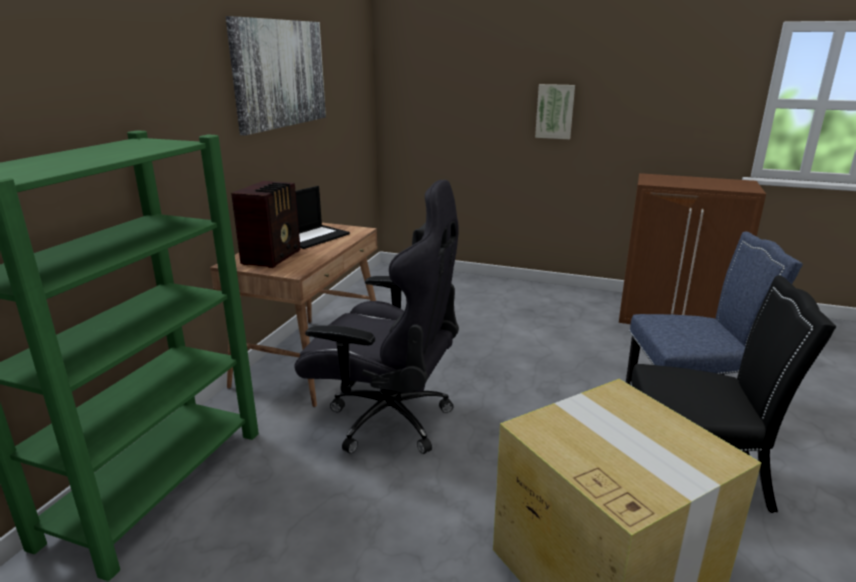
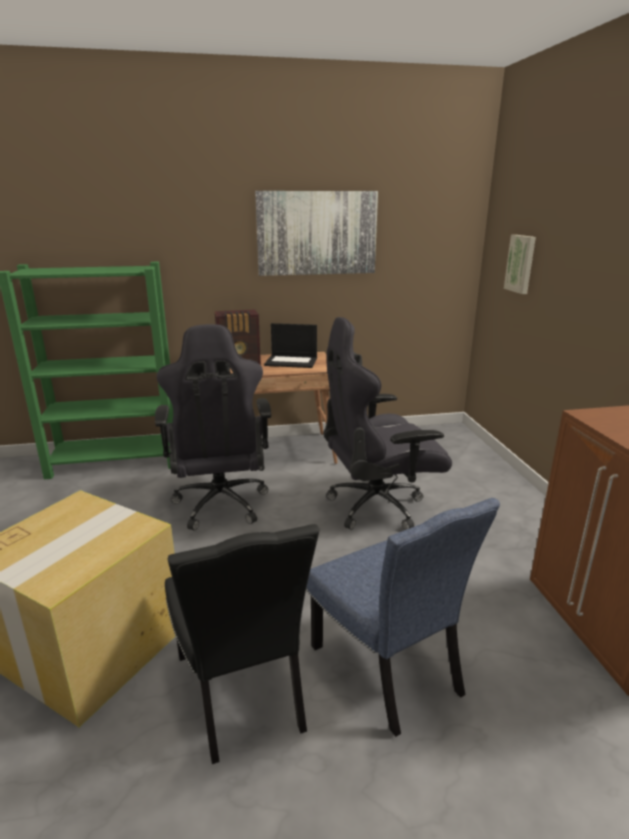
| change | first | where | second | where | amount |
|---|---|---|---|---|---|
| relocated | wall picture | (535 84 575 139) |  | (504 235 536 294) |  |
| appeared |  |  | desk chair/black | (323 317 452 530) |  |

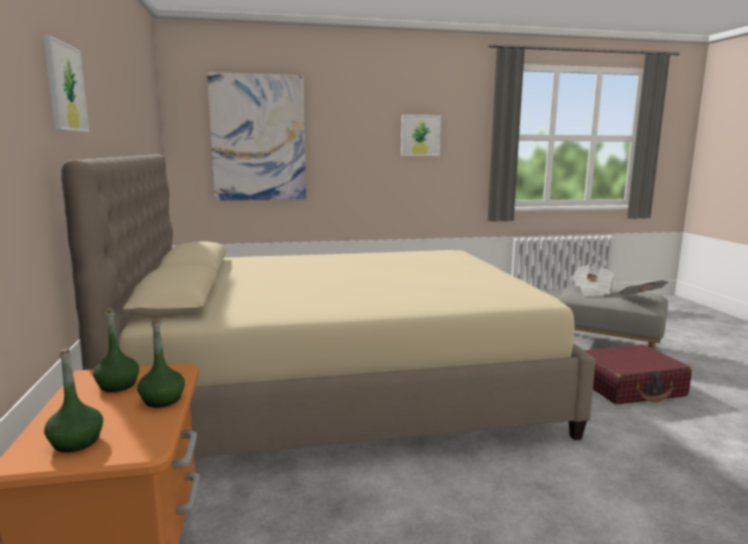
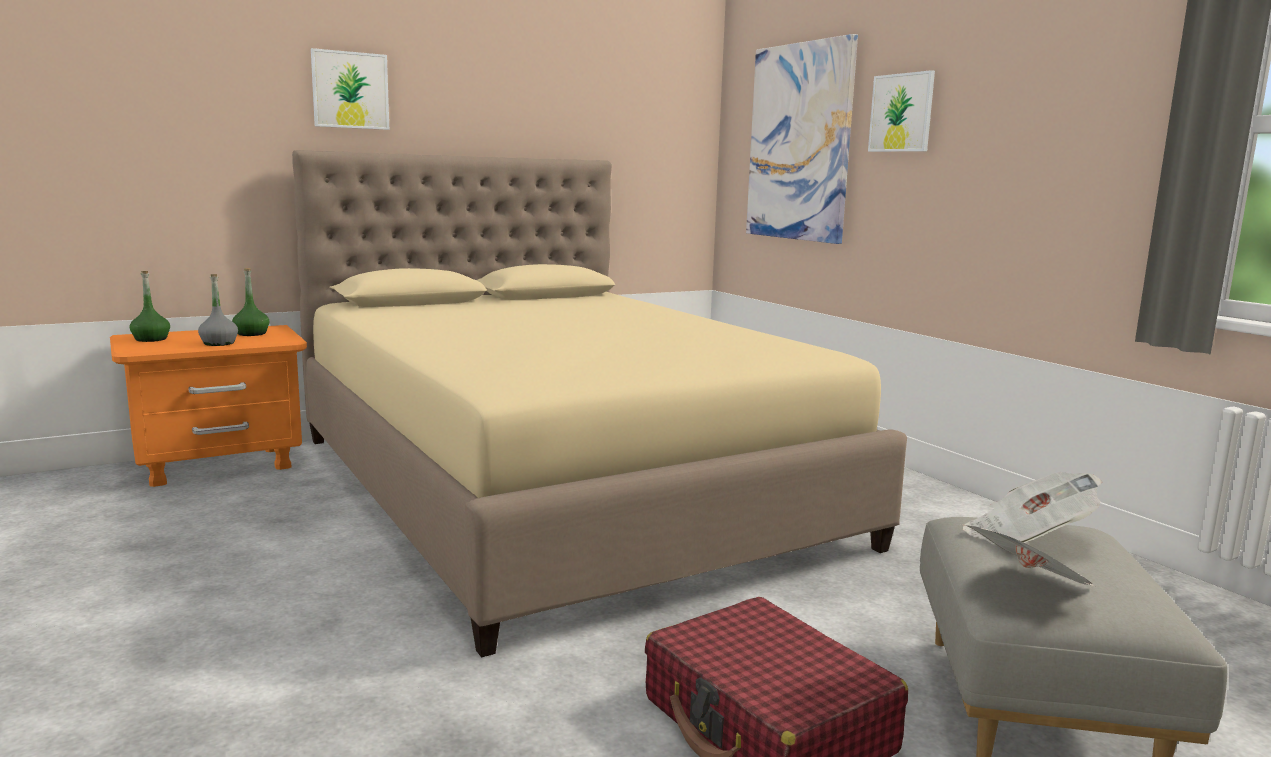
| change | first | where | second | where | amount |
|---|---|---|---|---|---|
| relocated | wall picture | (401 114 441 156) |  | (868 70 935 152) |  |
| colour | beverage bottle/green | (137 319 185 408) | beverage bottle/grey | (198 274 238 346) |  |

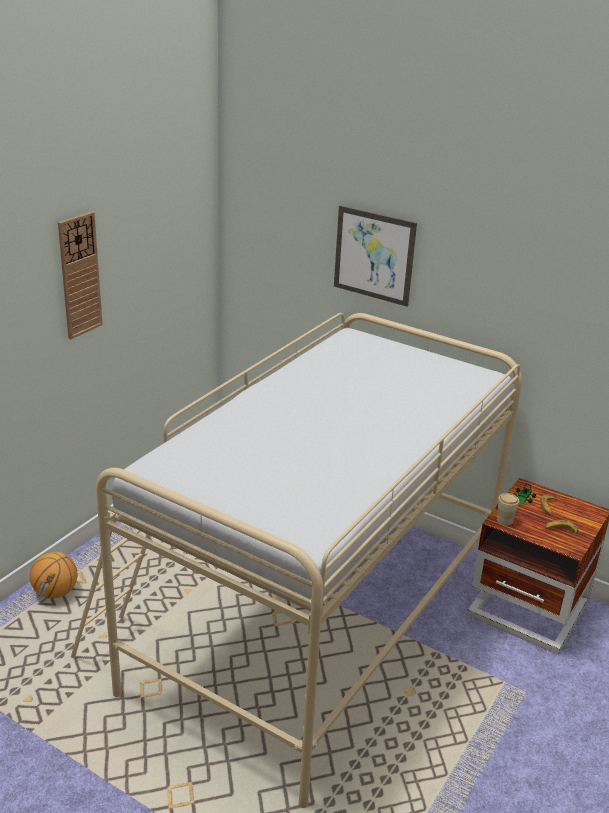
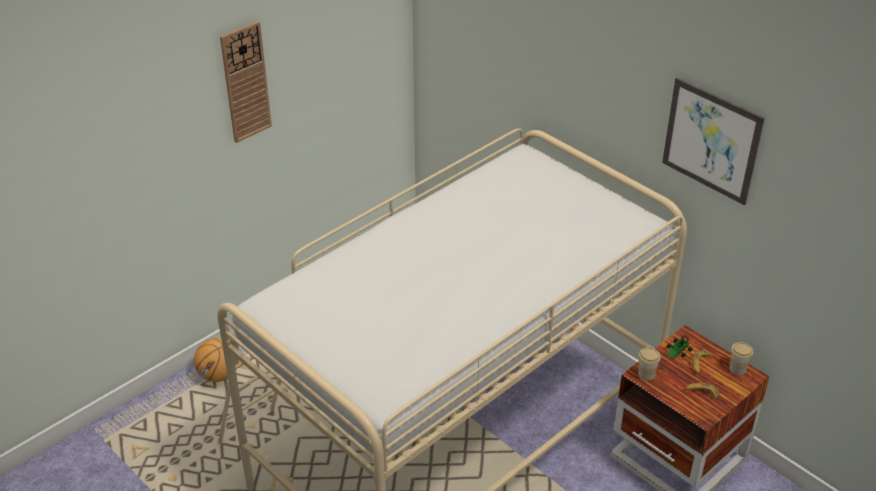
| change | first | where | second | where | amount |
|---|---|---|---|---|---|
| relocated | wall picture | (334 205 417 306) |  | (662 78 765 205) |  |
| appeared |  |  | small cup | (730 342 753 375) |  |

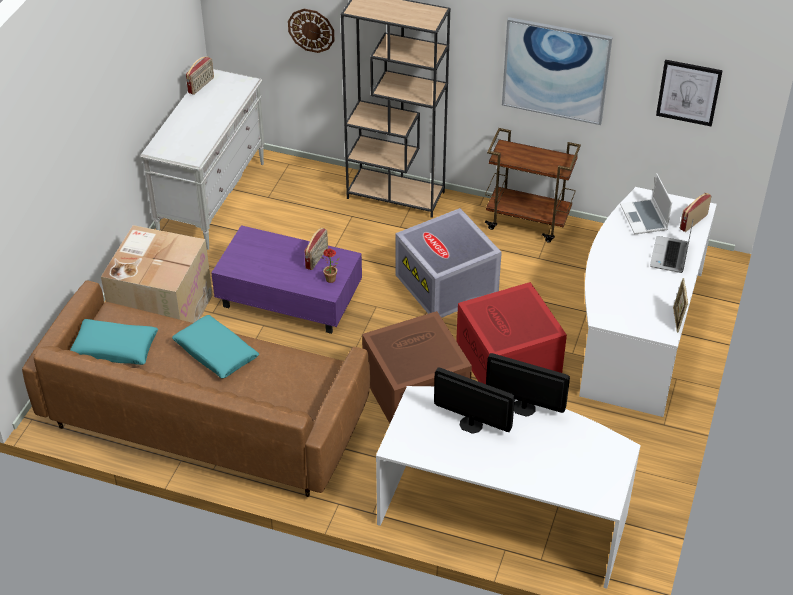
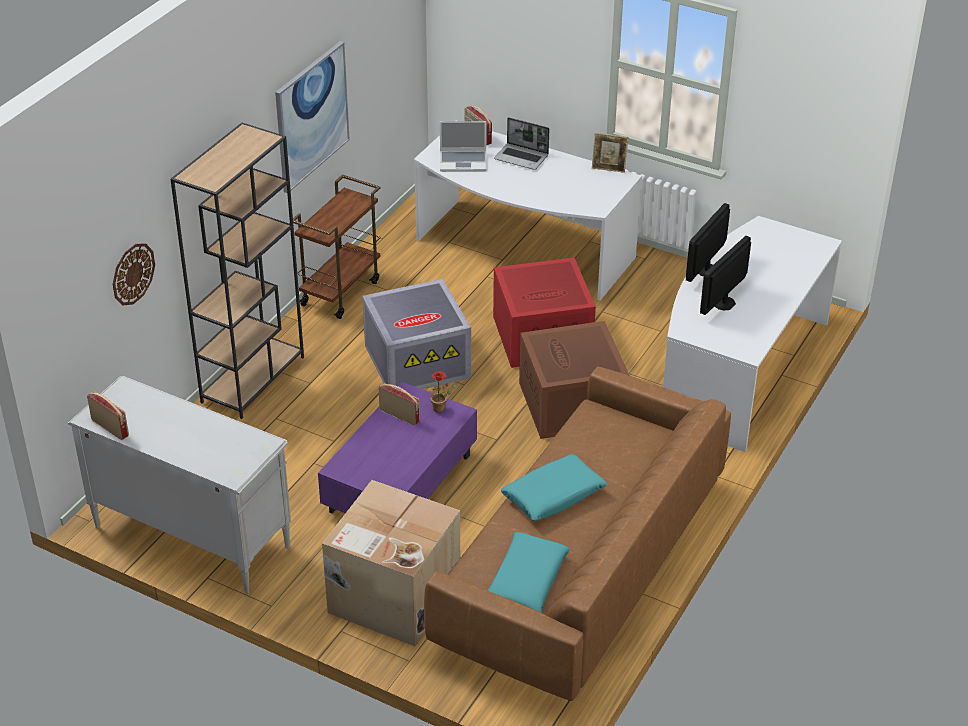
| change | first | where | second | where | amount |
|---|---|---|---|---|---|
| missing | wall picture | (656 60 723 127) |  |  |  |

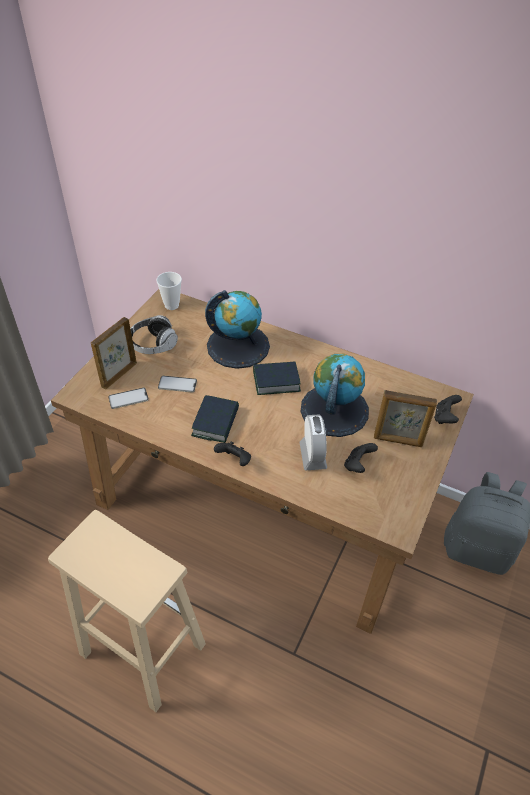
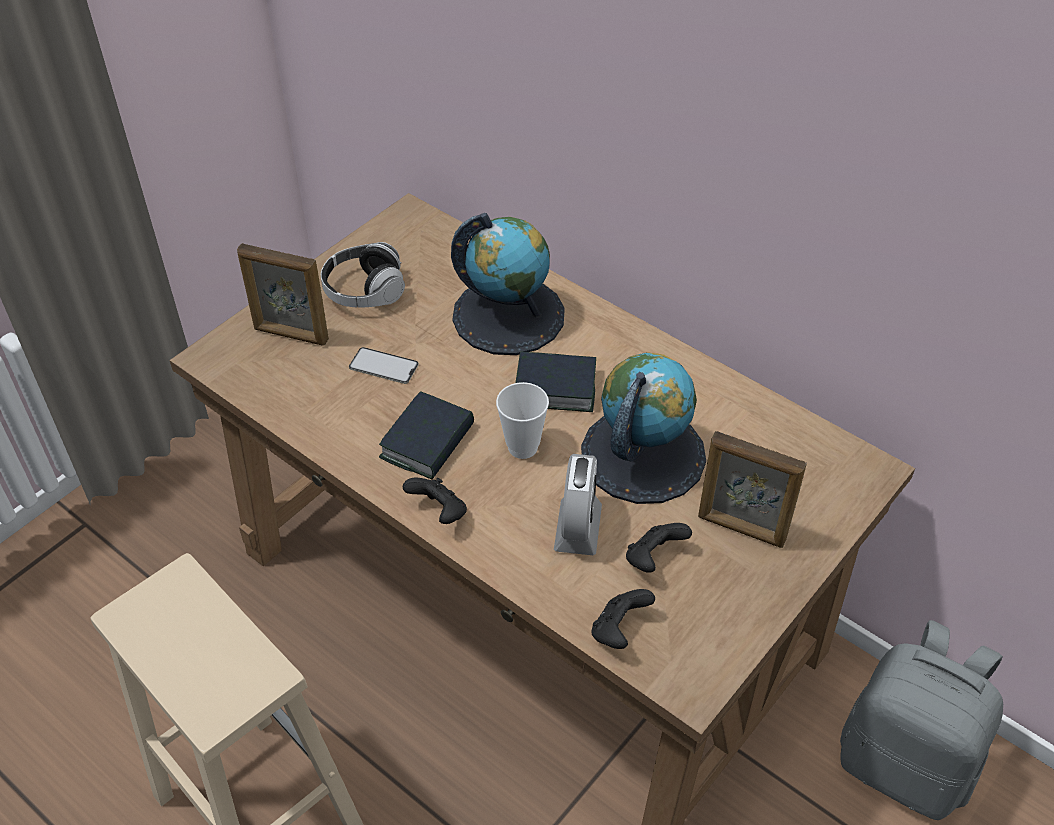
| change | first | where | second | where | amount |
|---|---|---|---|---|---|
| relocated | small cup | (156 272 182 310) |  | (496 382 549 459) |  |
| spun | picture frame | (91 317 137 390) |  | (237 243 329 346) | 120 degrees counterclockwise |
| missing | phone | (108 388 149 409) |  |  |  |
| relocated | gamepad/black | (434 395 462 424) |  | (591 589 655 649) |  |

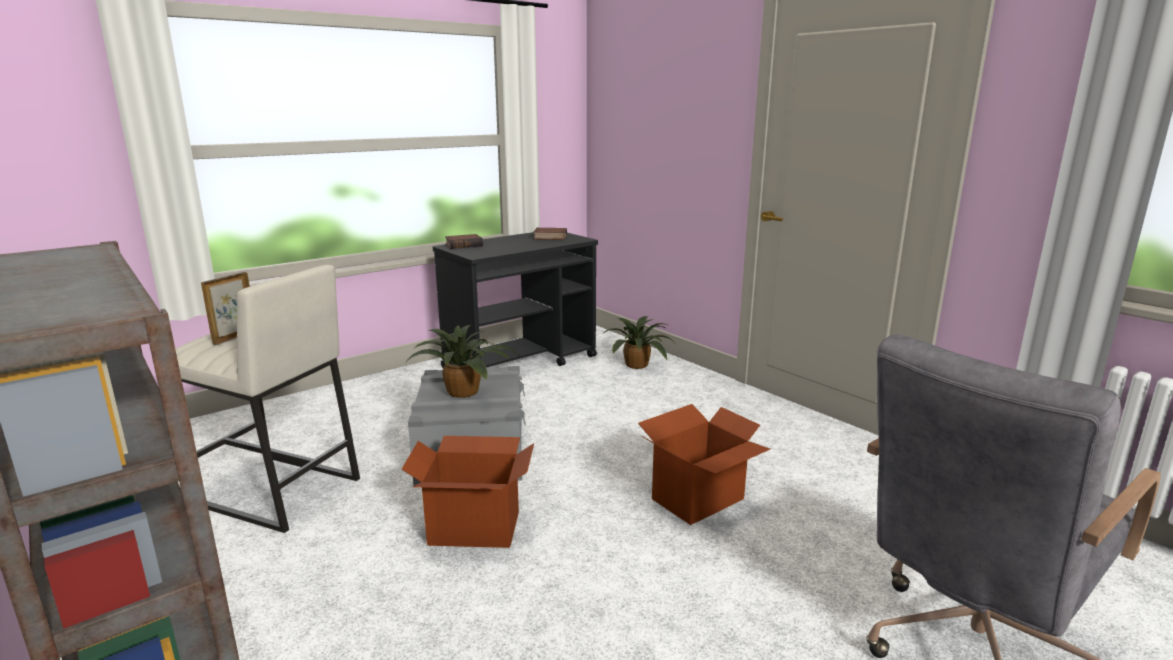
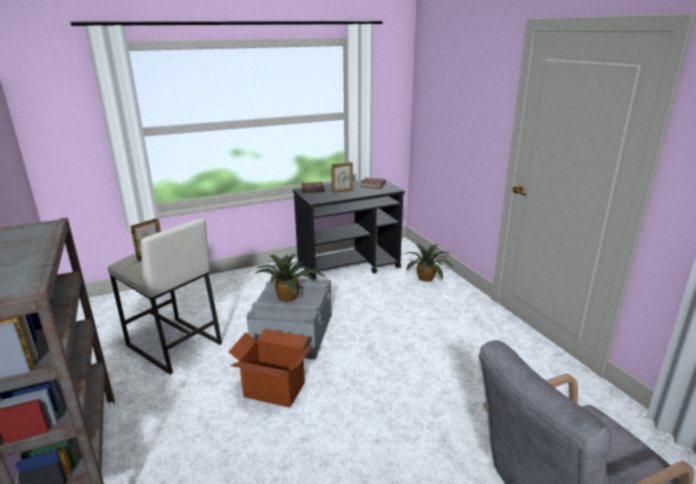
| change | first | where | second | where | amount |
|---|---|---|---|---|---|
| missing | packing box | (638 404 770 525) |  |  |  |
| appeared |  |  | picture frame | (331 162 353 192) |  |

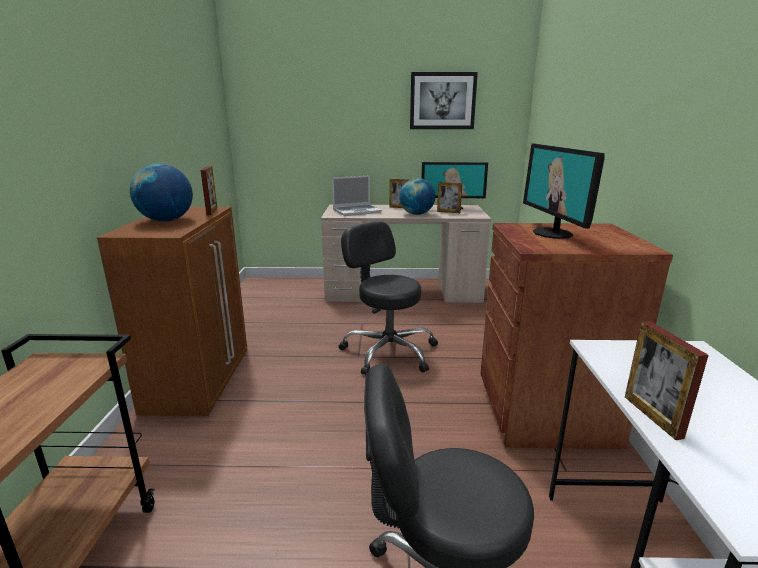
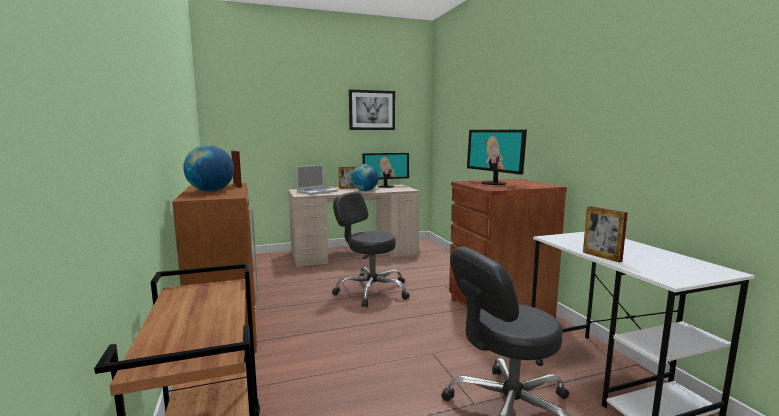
| change | first | where | second | where | amount |
|---|---|---|---|---|---|
| missing | picture frame | (437 182 462 213) |  |  |  |

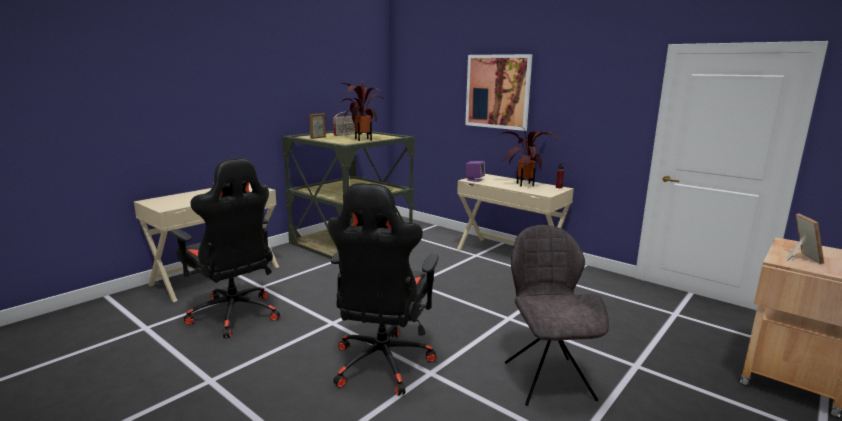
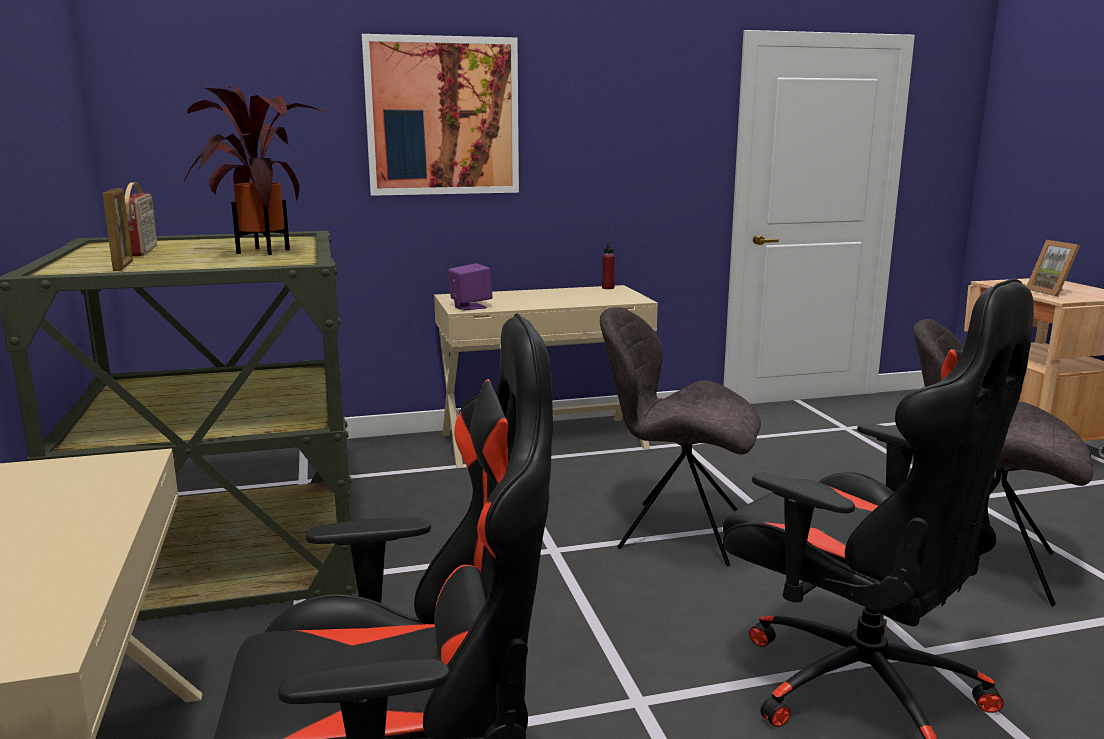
| change | first | where | second | where | amount |
|---|---|---|---|---|---|
| missing | potted plant | (497 129 562 186) |  |  |  |
| spun | picture frame | (787 213 824 264) |  | (1027 240 1080 297) | 150 degrees counterclockwise |
| appeared |  |  | plain chair/grey | (600 307 761 566) |  |

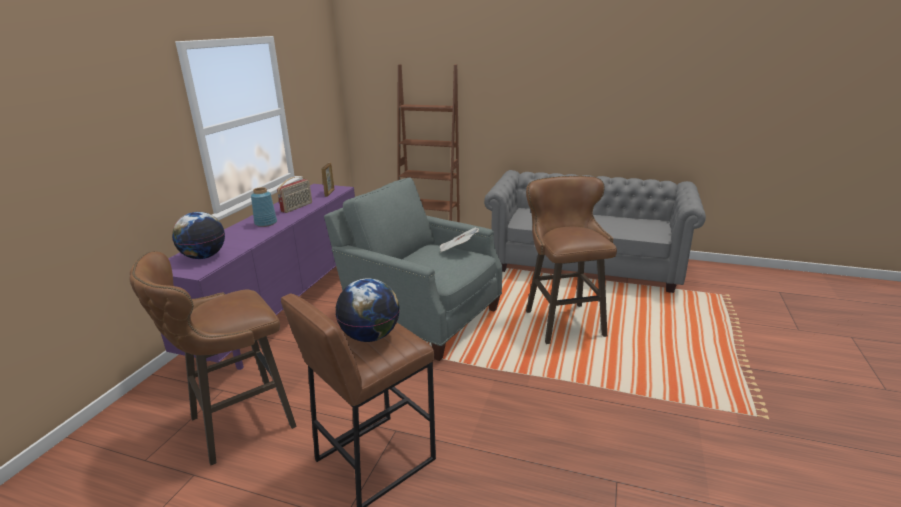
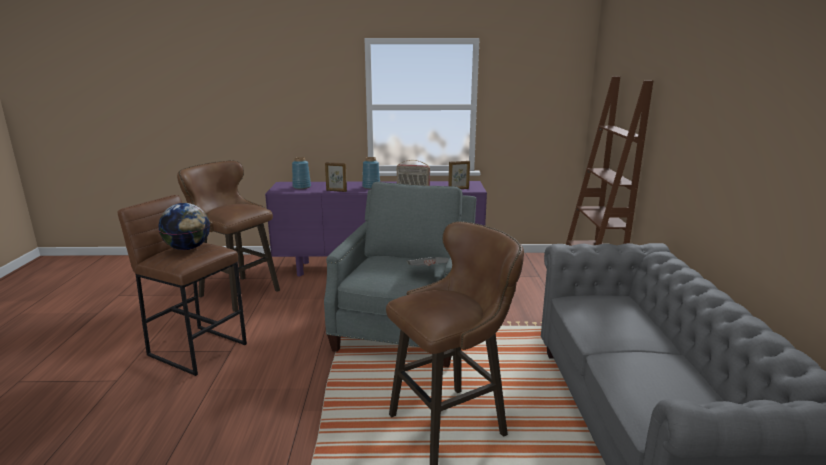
| change | first | where | second | where | amount |
|---|---|---|---|---|---|
| exchanged | globe | (172 212 225 259) | decorative vase/bluish | (292 157 311 189) |  |
| appeared |  |  | picture frame | (325 162 347 192) |  |

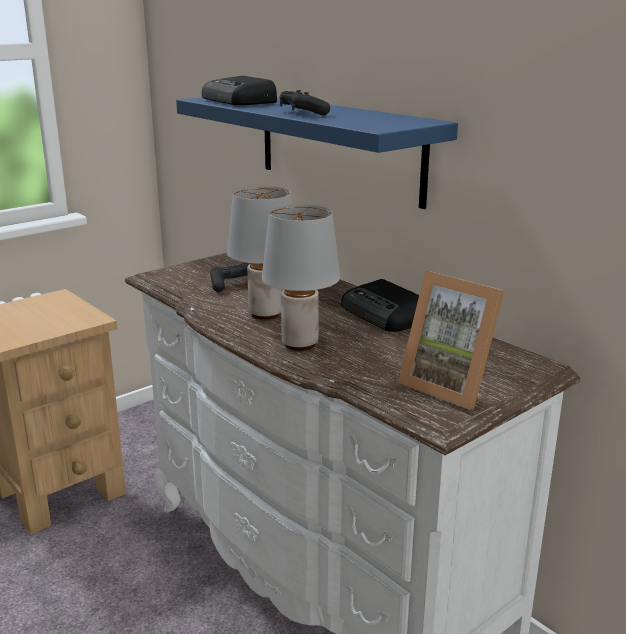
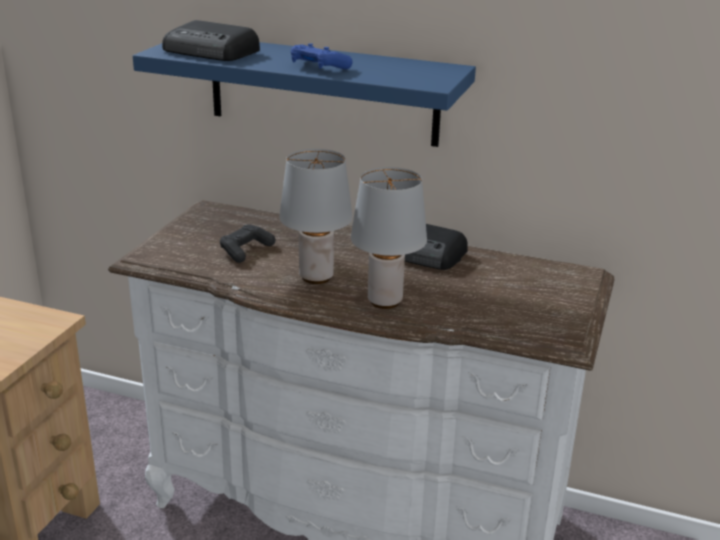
| change | first | where | second | where | amount |
|---|---|---|---|---|---|
| colour | gamepad/black | (280 90 330 115) | gamepad/bluish | (291 43 353 69) |  |
| missing | picture frame | (398 271 505 410) |  |  |  |

